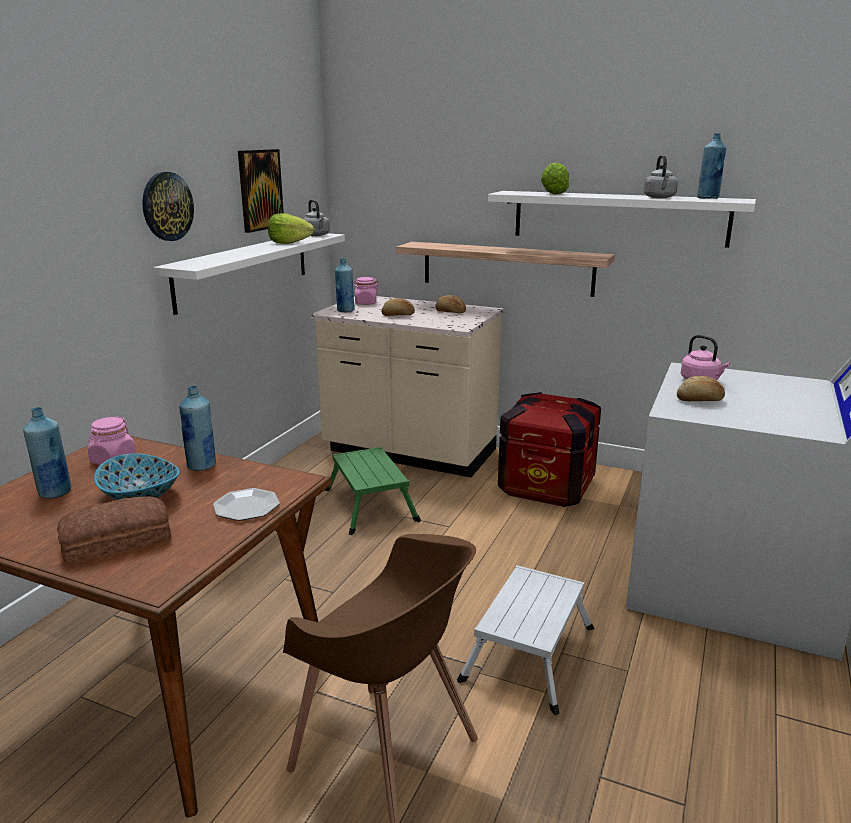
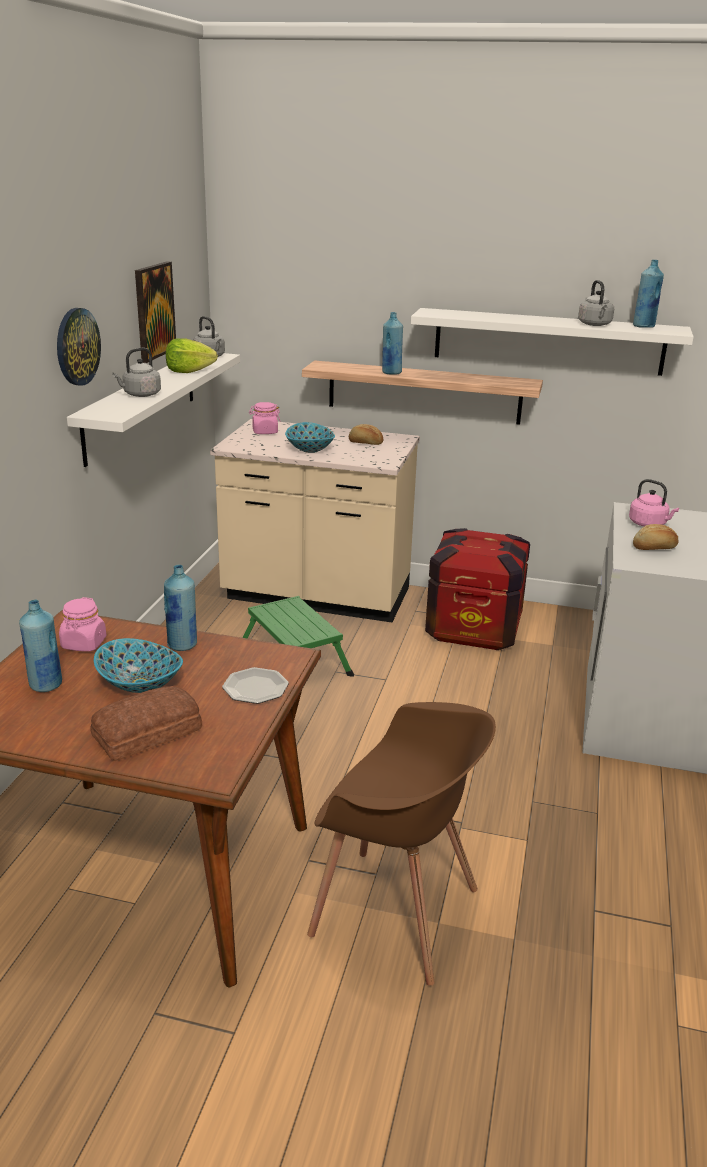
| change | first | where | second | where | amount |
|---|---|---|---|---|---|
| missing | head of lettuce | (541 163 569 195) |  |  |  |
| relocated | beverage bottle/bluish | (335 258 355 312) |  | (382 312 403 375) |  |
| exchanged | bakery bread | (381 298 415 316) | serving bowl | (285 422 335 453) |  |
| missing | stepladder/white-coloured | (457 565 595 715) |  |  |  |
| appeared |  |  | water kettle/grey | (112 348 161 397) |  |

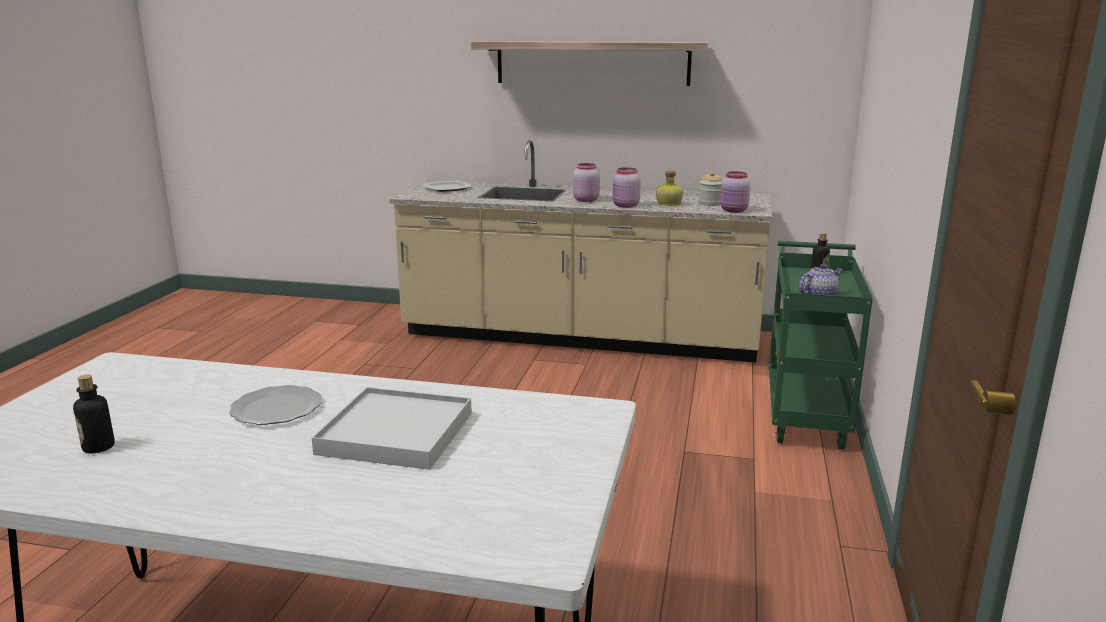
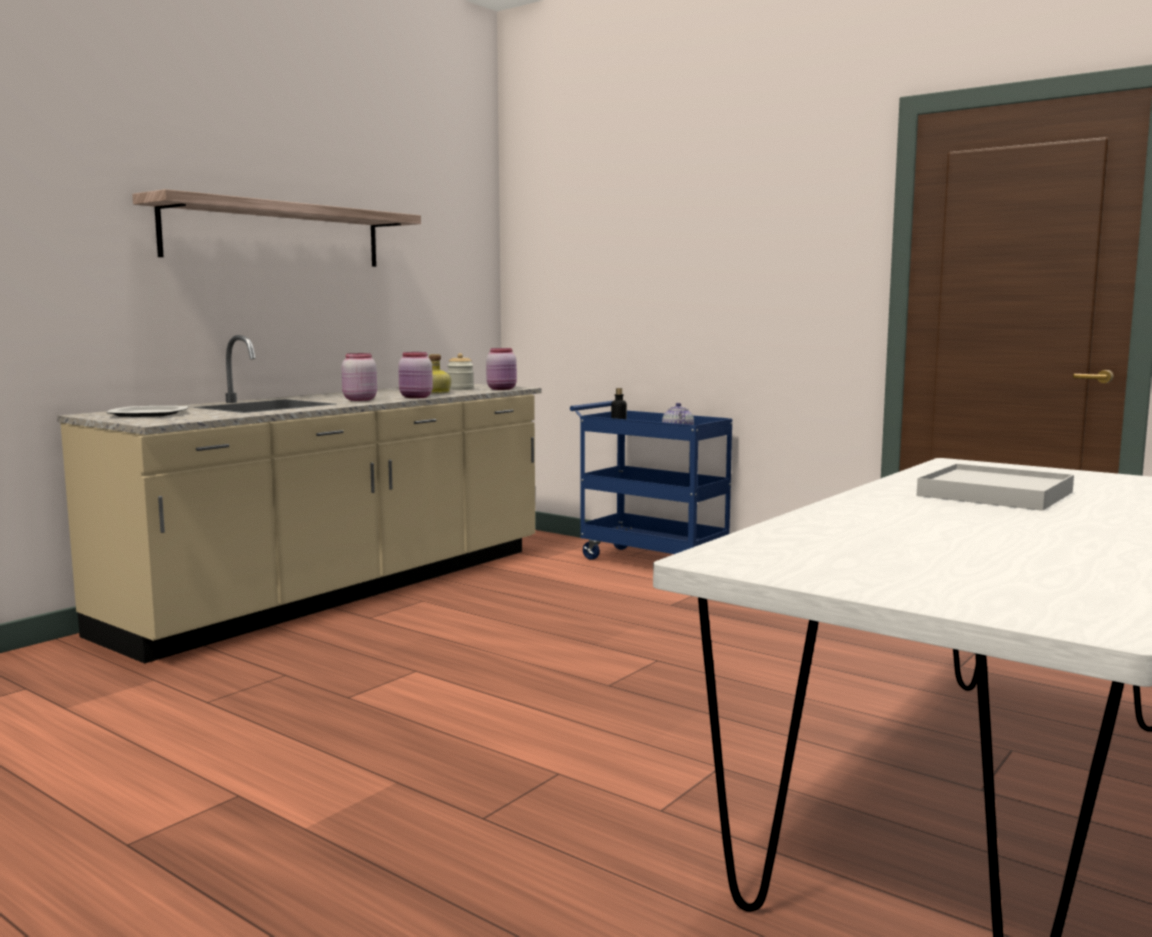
| change | first | where | second | where | amount |
|---|---|---|---|---|---|
| colour | wheeled cart/green | (768 241 873 450) | wheeled cart/bluish | (570 401 732 560) |  |
| missing | beverage bottle | (73 375 115 453) |  |  |  |
| missing | dinner plate | (229 385 322 425) |  |  |  |

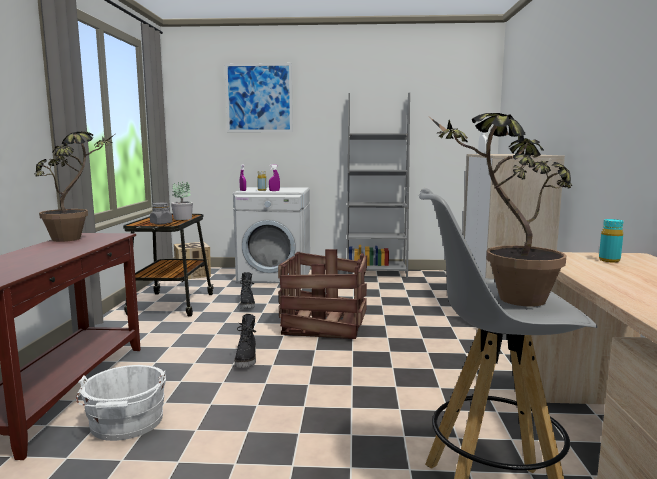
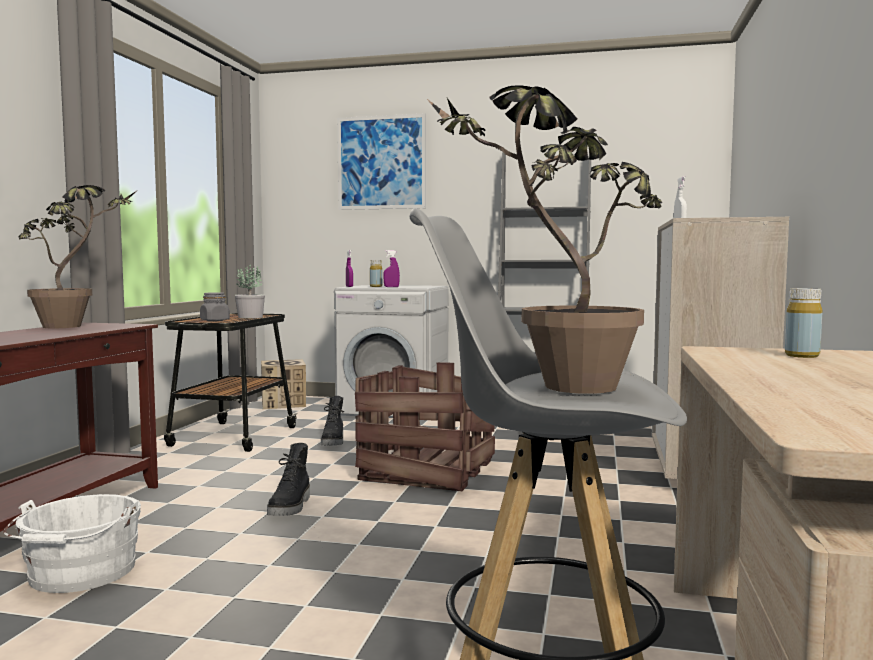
| change | first | where | second | where | amount |
|---|---|---|---|---|---|
| colour | beverage bottle/turquoise-coloured | (599 219 623 263) | beverage bottle/yellow | (785 288 822 358) |  |

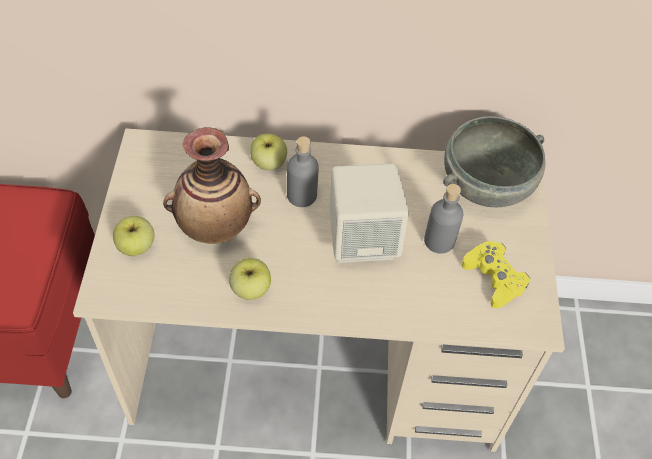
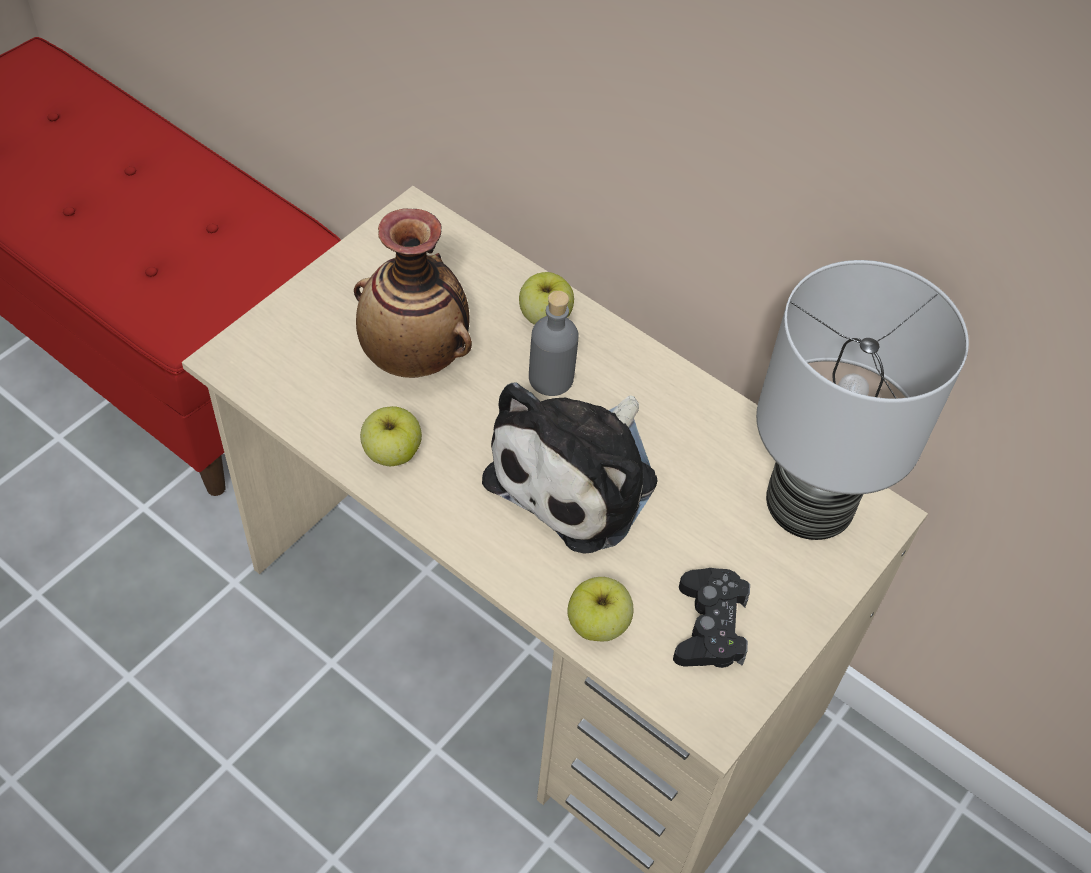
| change | first | where | second | where | amount |
|---|---|---|---|---|---|
| exchanged | serving bowl/grey | (443 116 545 207) | tabletop lamp/grey | (756 260 969 540) |  |
| exchanged | loudspeaker/beige-coloured | (330 163 409 263) | plush toy | (482 383 657 554) |  |
| missing | beverage bottle/grey | (424 184 463 254) |  |  |  |
| relocated | apple fruit | (113 216 154 256) |  | (567 577 633 641) |  |
| colour | gamepad/yellow | (462 241 530 308) | gamepad/black | (673 568 750 668) |  |

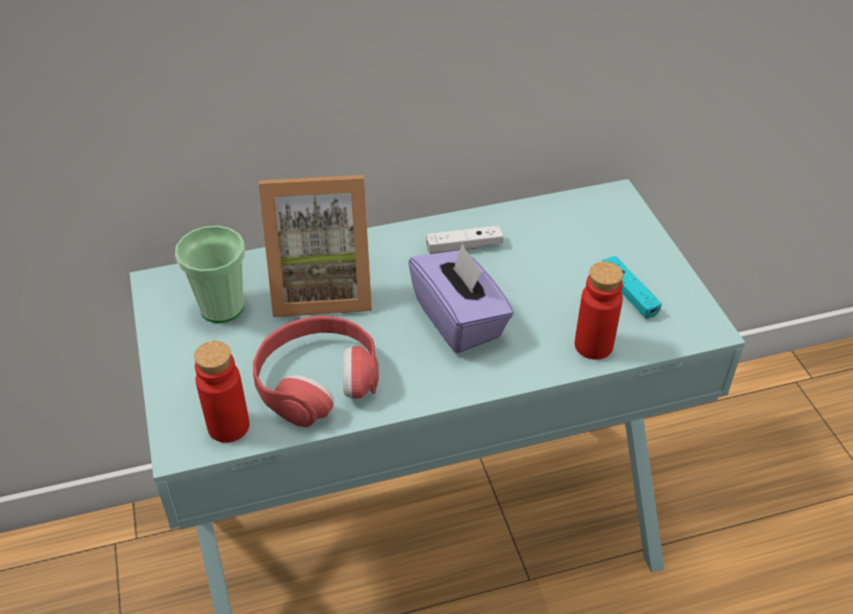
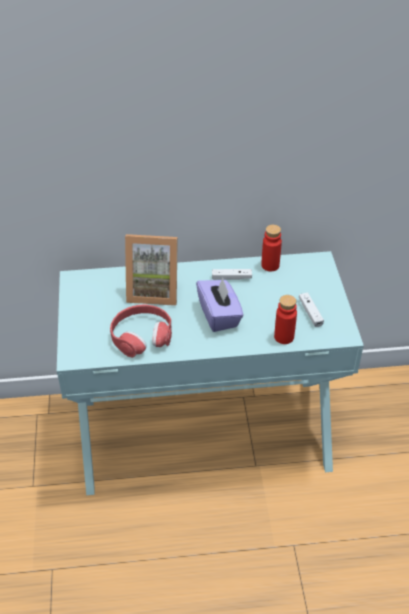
| change | first | where | second | where | amount |
|---|---|---|---|---|---|
| missing | small cup | (175 226 245 323) |  |  |  |
| colour | gamepad/turquoise-coloured | (601 256 662 319) | gamepad/white-coloured | (299 292 324 327) |  |
| relocated | beverage bottle/reddish | (194 341 249 443) |  | (261 225 282 271) |  |

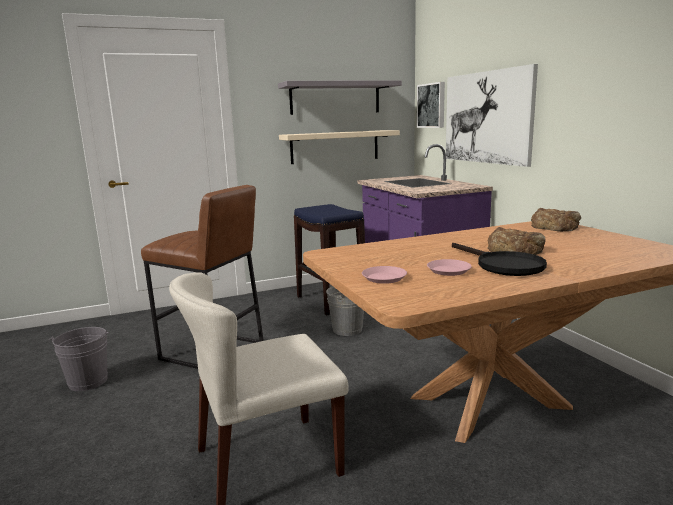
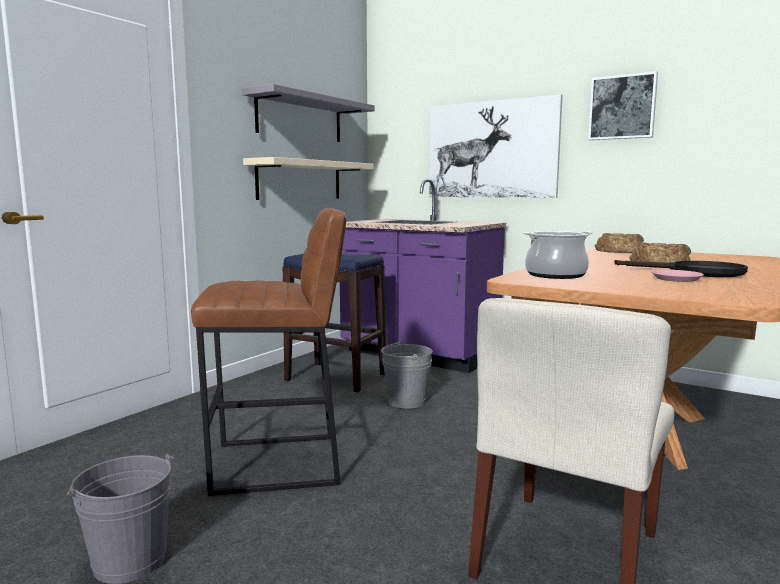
| change | first | where | second | where | amount |
|---|---|---|---|---|---|
| relocated | wall picture | (417 82 445 128) |  | (588 71 658 140) |  |
| missing | dinner plate/pink | (362 266 407 284) |  |  |  |
| appeared |  |  | stockpot | (523 231 593 279) |  |

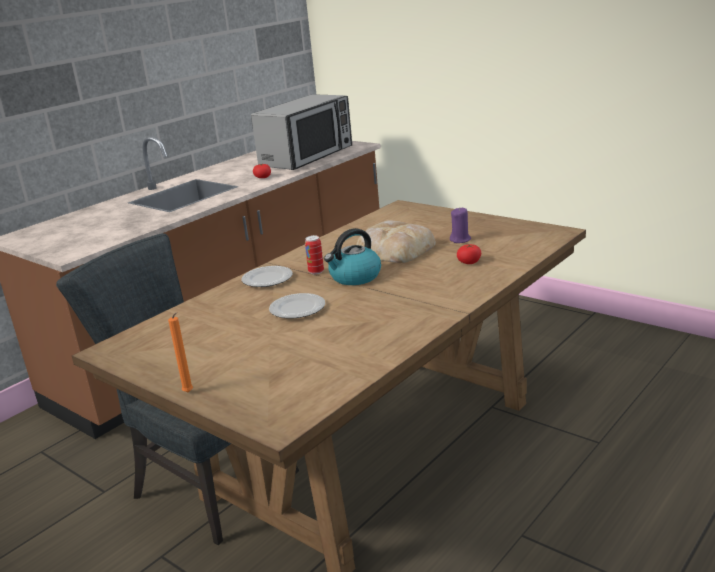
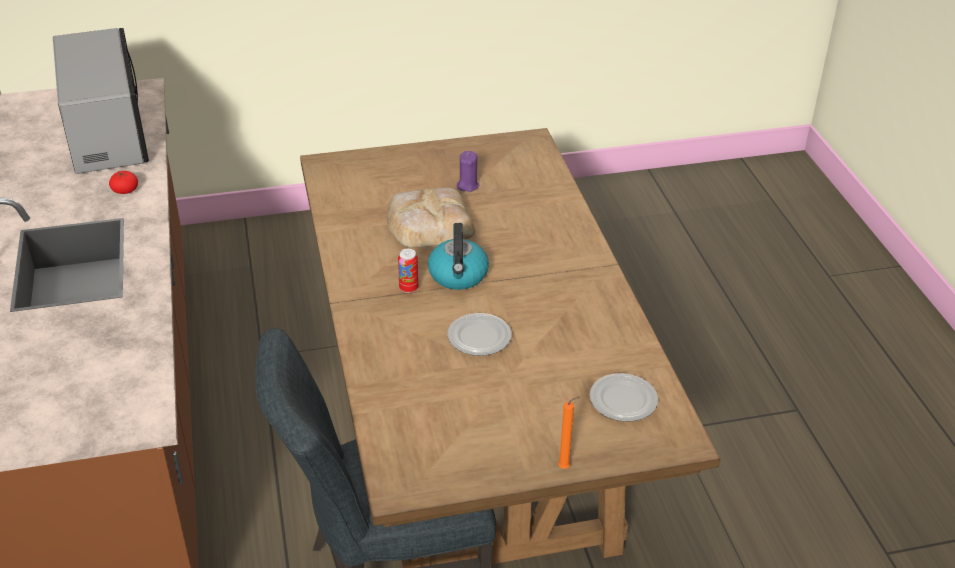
| change | first | where | second | where | amount |
|---|---|---|---|---|---|
| missing | tomato | (457 244 481 264) |  |  |  |
| relocated | dinner plate | (241 266 293 287) |  | (590 373 658 422) |  |

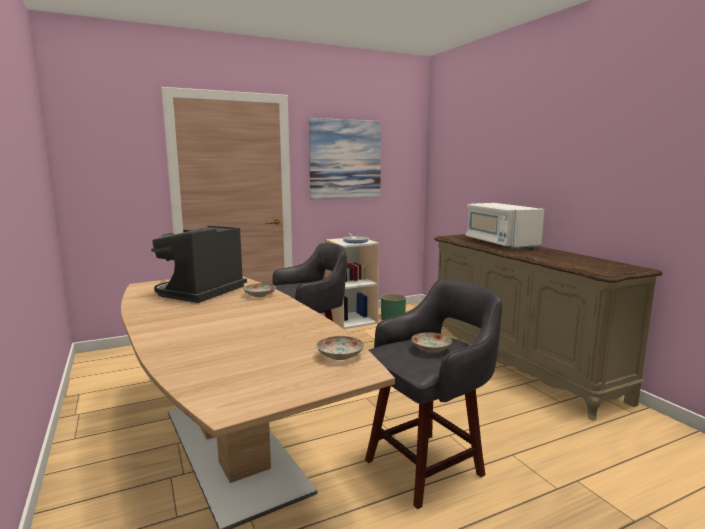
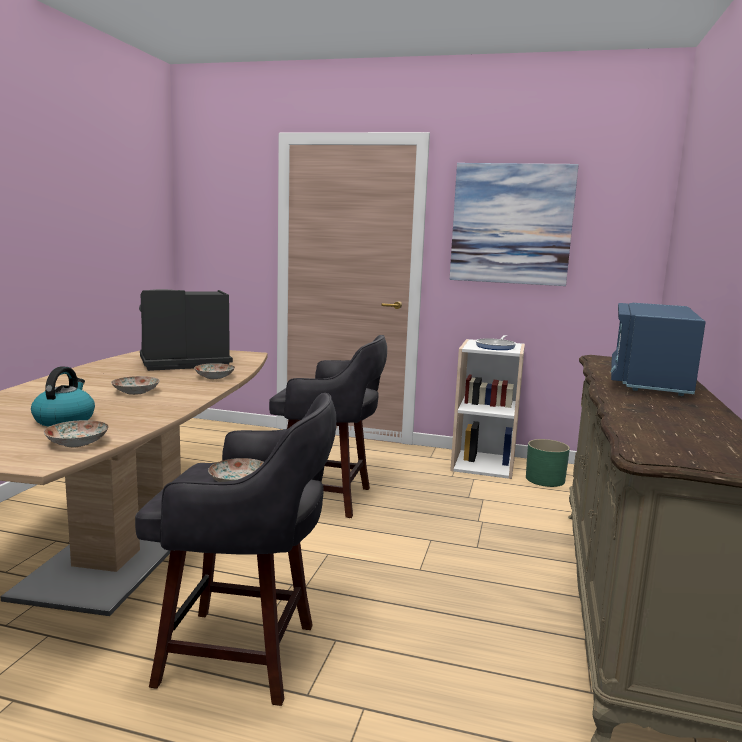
| change | first | where | second | where | amount |
|---|---|---|---|---|---|
| colour | microwave oven/white-coloured | (466 203 544 250) | microwave oven/bluish | (610 303 706 396) |  |
| appeared |  |  | water kettle | (31 366 95 427) |  |
| appeared |  |  | dinner plate | (111 376 160 395) |  |

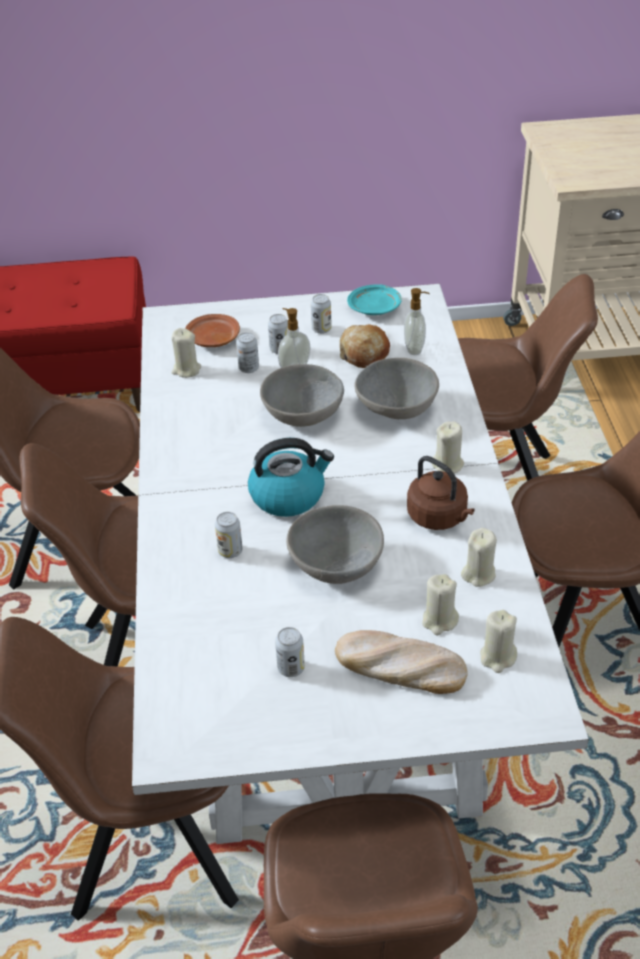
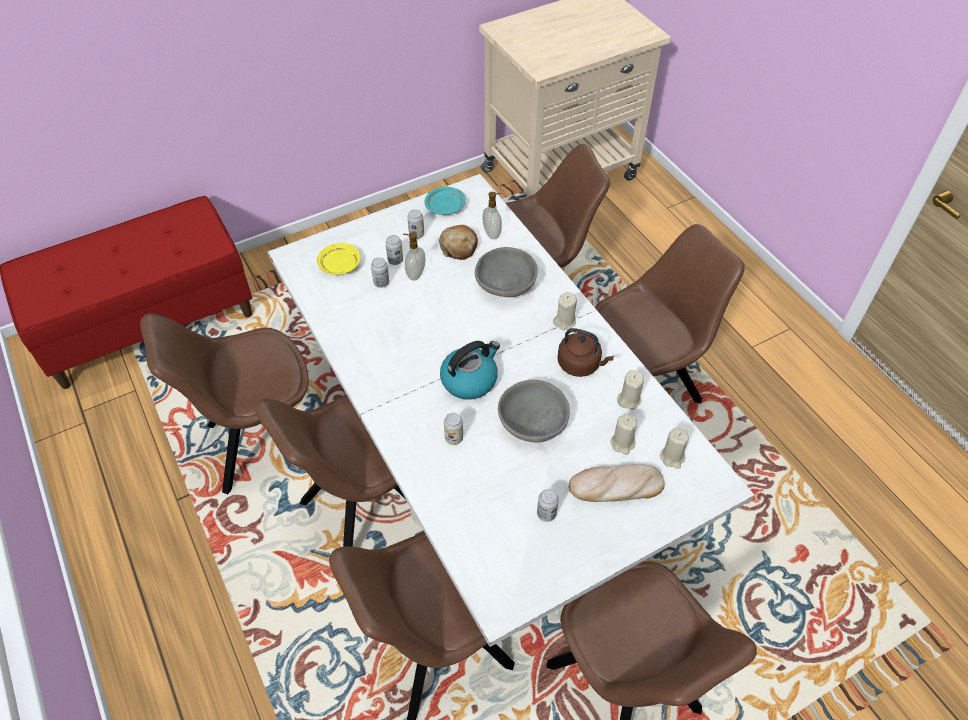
| change | first | where | second | where | amount |
|---|---|---|---|---|---|
| colour | dinner plate/brownish | (185 314 240 347) | dinner plate/yellow | (317 243 361 275) |  |
| missing | wax light/beige-coloured | (171 328 201 378) |  |  |  |
| missing | serving bowl/grey | (260 364 344 427) |  |  |  |

